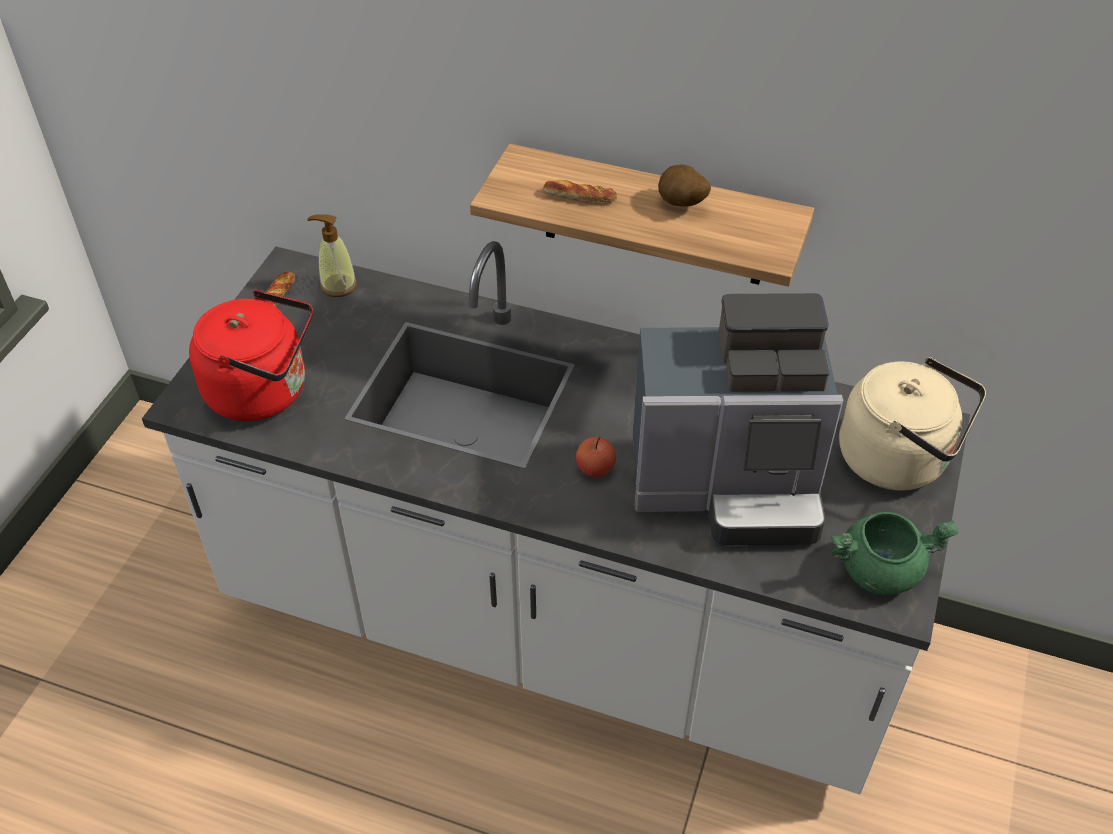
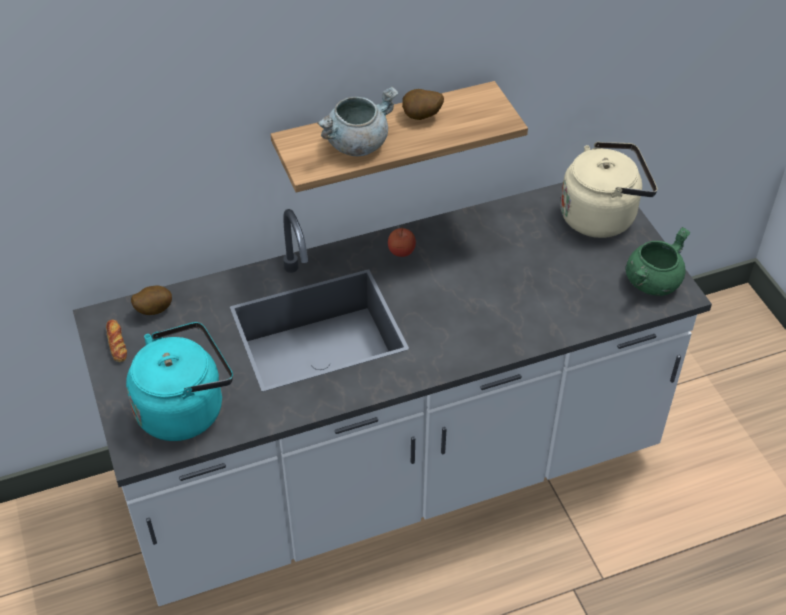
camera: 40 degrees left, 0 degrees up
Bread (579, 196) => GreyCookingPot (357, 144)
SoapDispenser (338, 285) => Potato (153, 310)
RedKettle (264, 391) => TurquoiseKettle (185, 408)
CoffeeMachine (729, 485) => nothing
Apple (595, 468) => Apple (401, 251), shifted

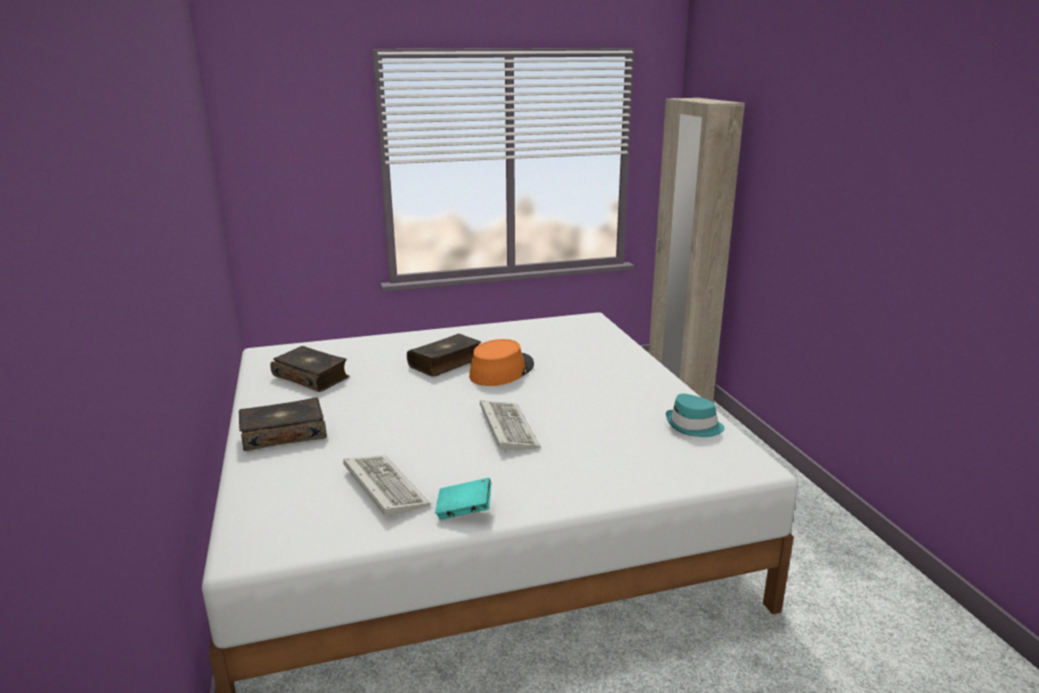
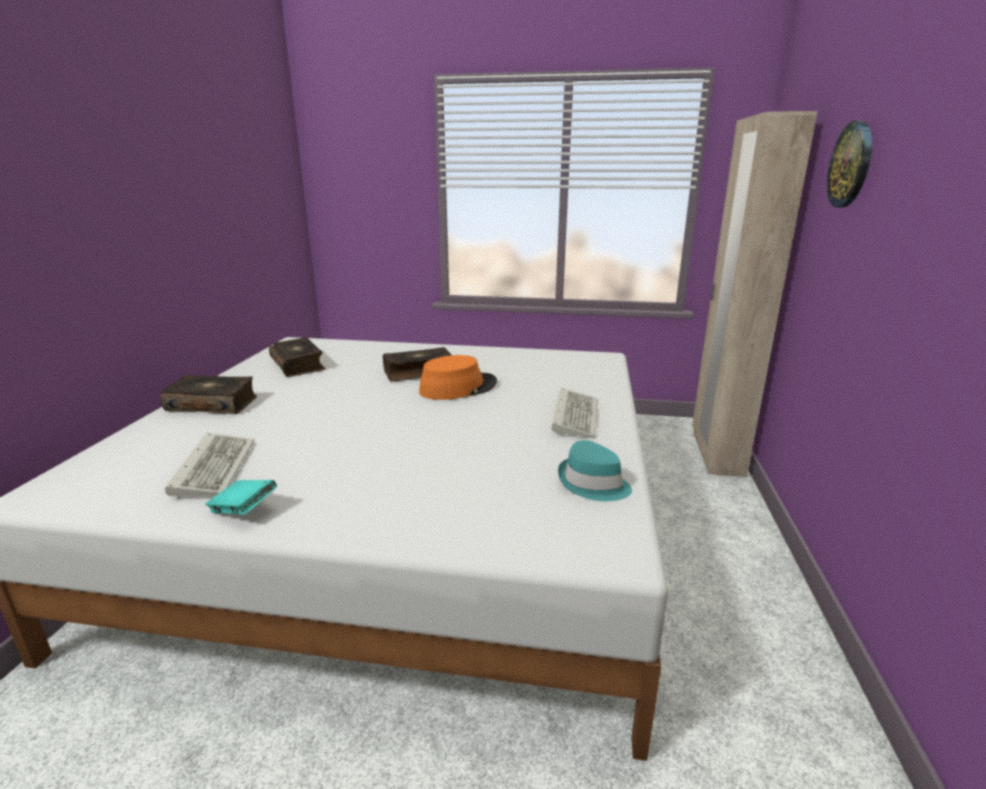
camera: 25 degrees right, 0 degrees up
Keyboard (506, 427) => Keyboard (574, 415), shifted
nothing => WallClock (851, 165)

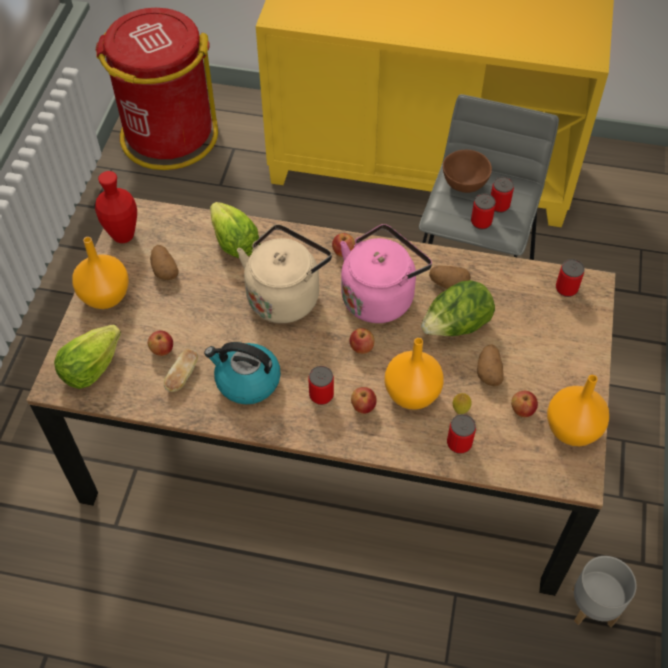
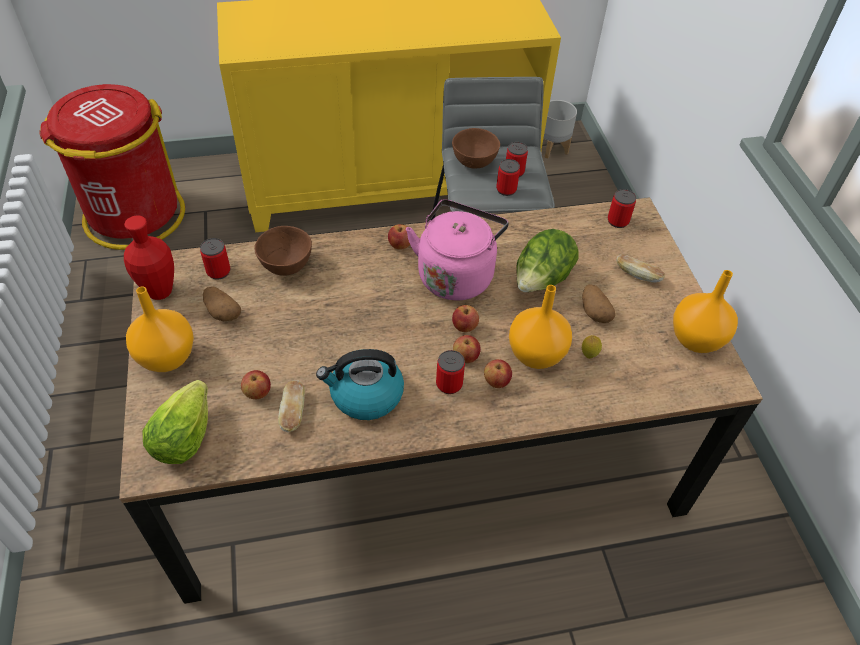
camera: 25 degrees left, 5 degrees down
Lettuce (235, 244) => BrownBowl (286, 267)
BeigeKettle (285, 295) => nothing
Potato (448, 284) => nothing
Apple (522, 410) => Apple (465, 357), shifted
Can (459, 443) => Can (218, 271), shifted
GreyPlanter (594, 606) => GreyPlanter (552, 148), shifted
nothing => Bread (637, 275)

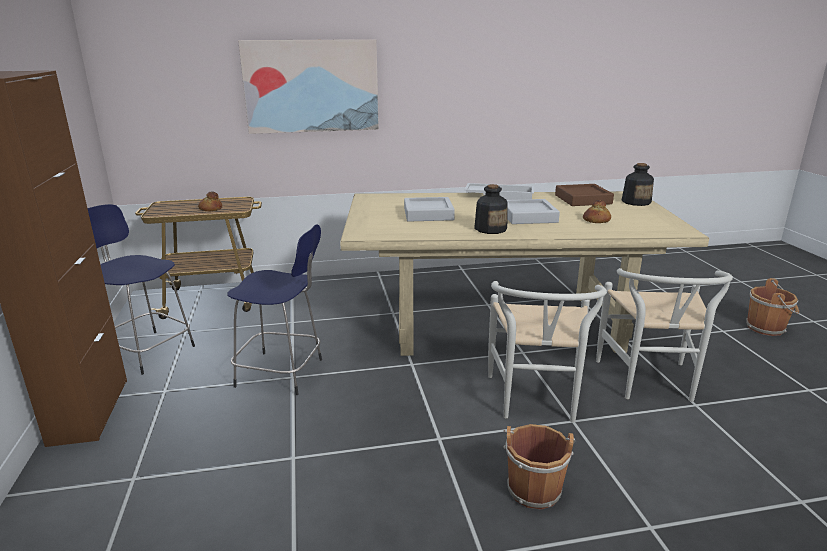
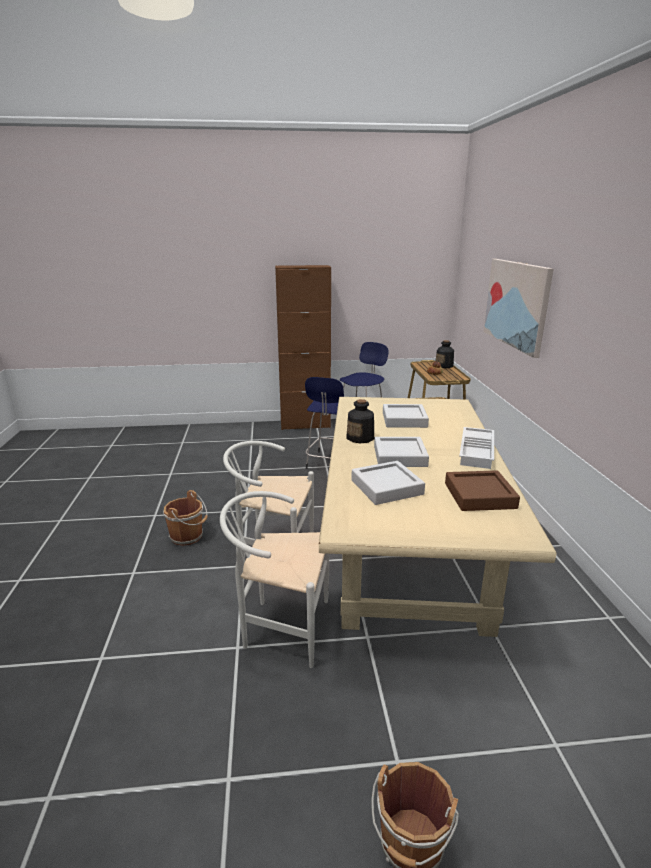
camera: 95 degrees right, 0 degrees up
Bottle (636, 202) => Bottle (444, 366), shifted
Bread (596, 220) => GreyTray (386, 487)

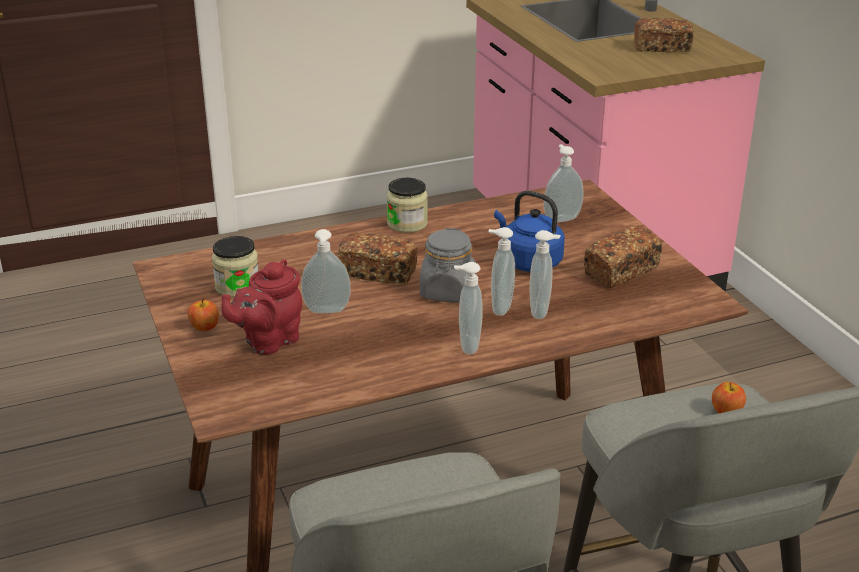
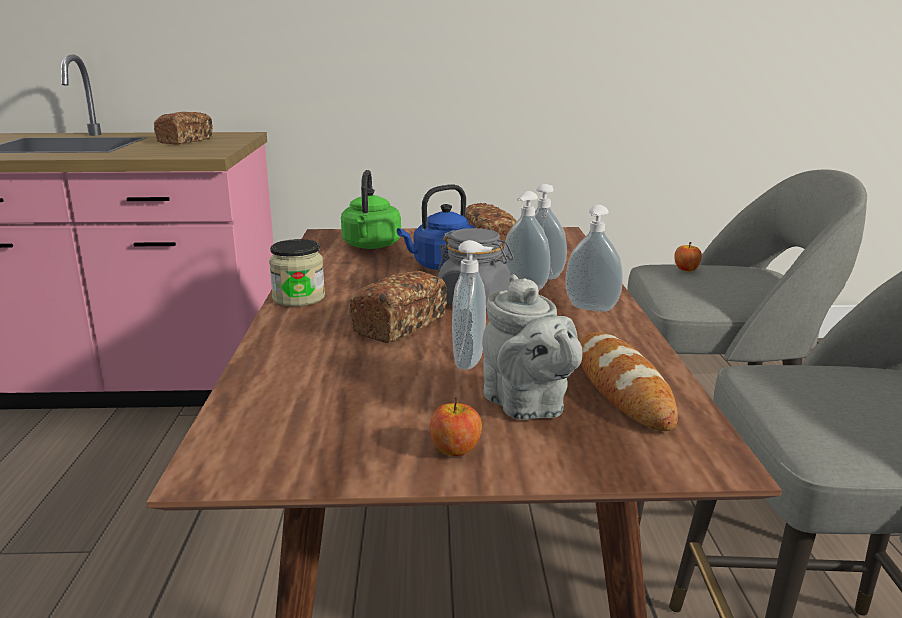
camera: 70 degrees left, 10 degrees down
SoapDispenser (561, 218) => GreenKettle (371, 246)
Jar (237, 286) => nothing
RedTeapot (268, 341) => GreyTeapot (527, 406)
nothing => Bread (622, 387)

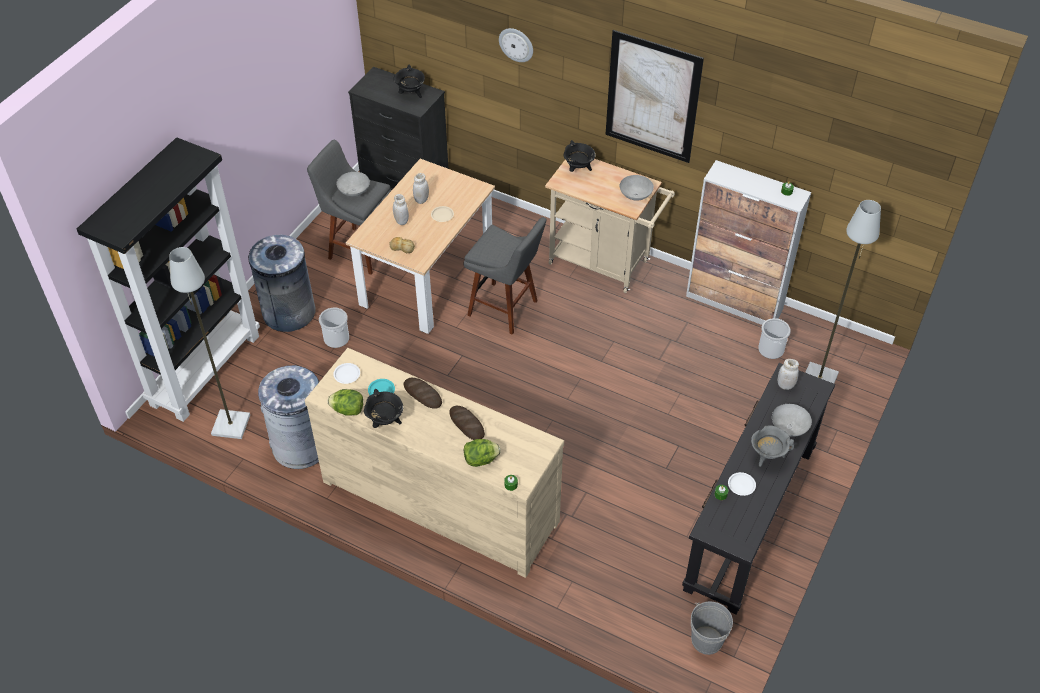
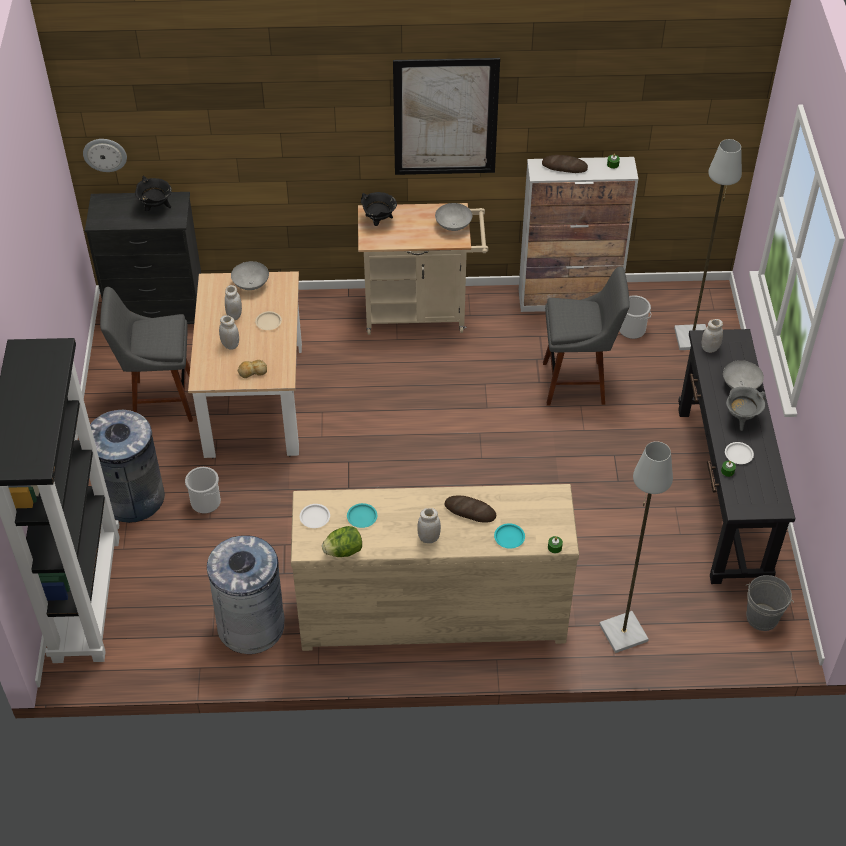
camera: 30 degrees left, 0 degrees up
WallClock (516, 44) => WallClock (105, 154), shifted
GreyBowl (354, 192) => GreyBowl (251, 284), shifted
GreyStool (506, 309) => GreyStool (578, 383), shifted
GreyFloorLamp (230, 425) => GreyFloorLamp (623, 634), shifted
Bread (422, 395) => Bread (564, 167), shifted
BlackCookingPot (385, 422) => nothing
Lettuce (481, 459) => TurquoisePlate (509, 537)
nothing => WhiteJar (429, 538)

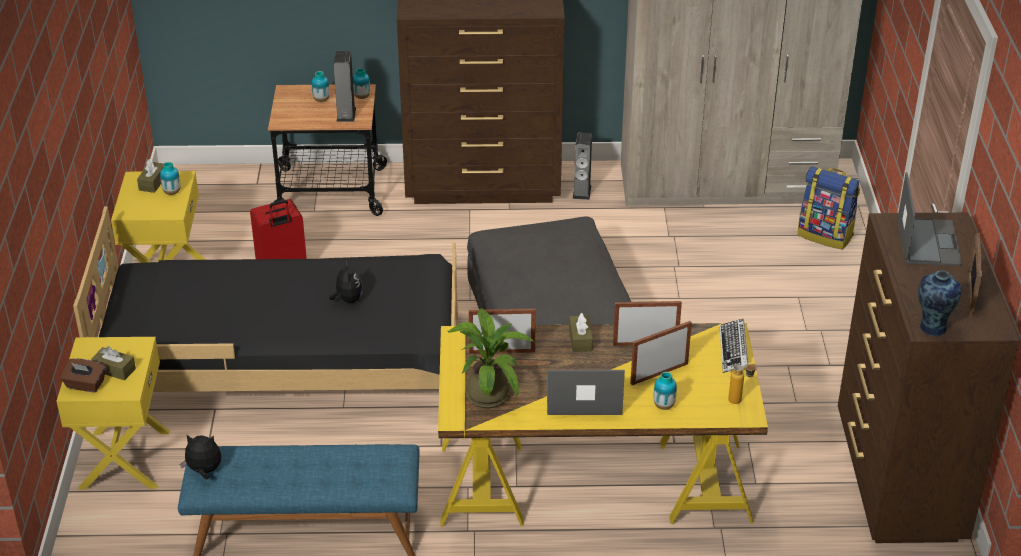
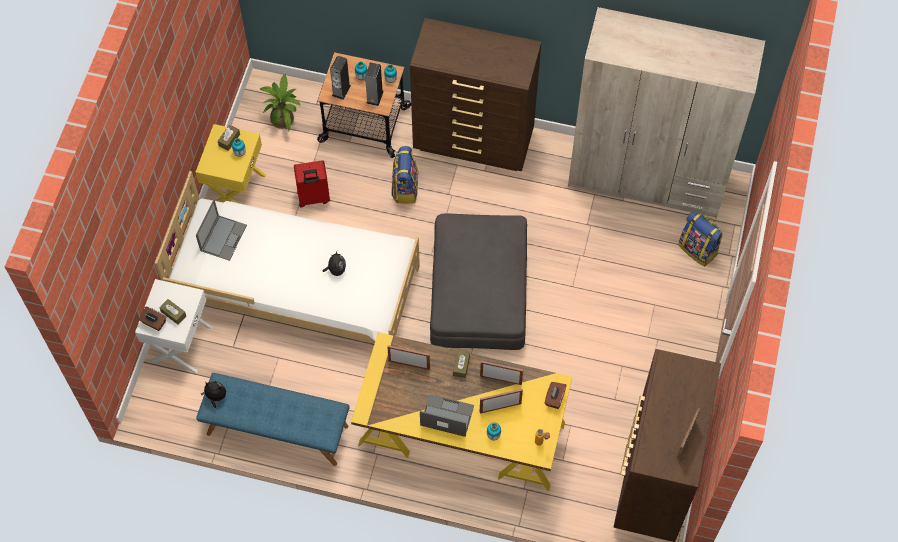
camera: 15 degrees right, 25 degrees up
Speaker (582, 192) => Speaker (341, 90), shifted
Laptop (927, 242) => Laptop (223, 237), shifted
BlackBed (286, 363) => WhiteBed (297, 285)
Vase (931, 328) => nothing
PottedPlant (489, 392) => PottedPlant (284, 117), shifted
Keyboard (733, 349) => BrownTissueBox (554, 398)
YellowNightstand (123, 459) => WhiteNightstand (180, 344)
nothing => Backpack (405, 188)

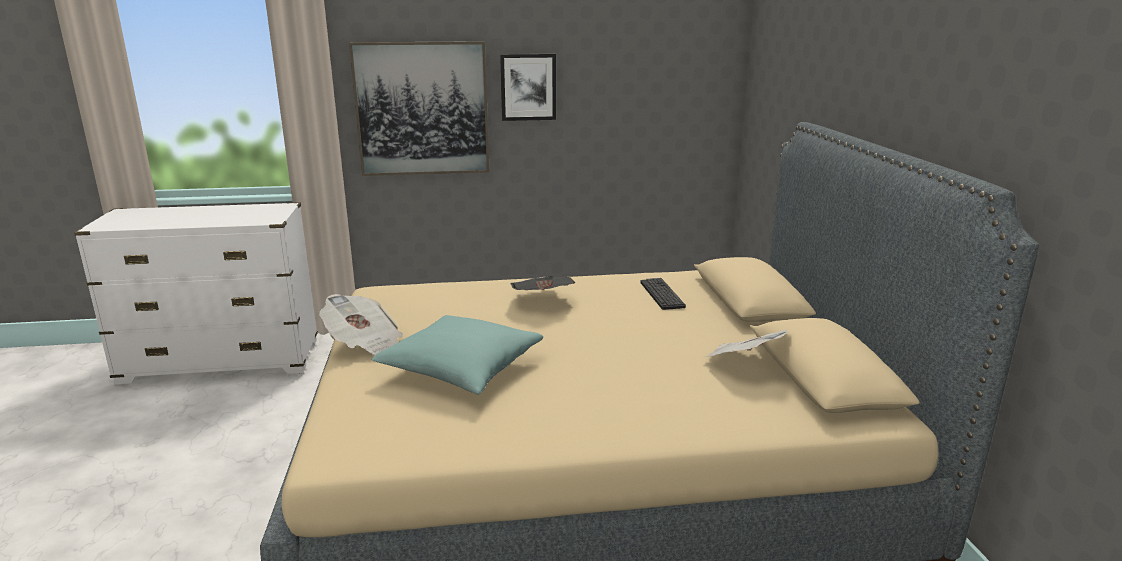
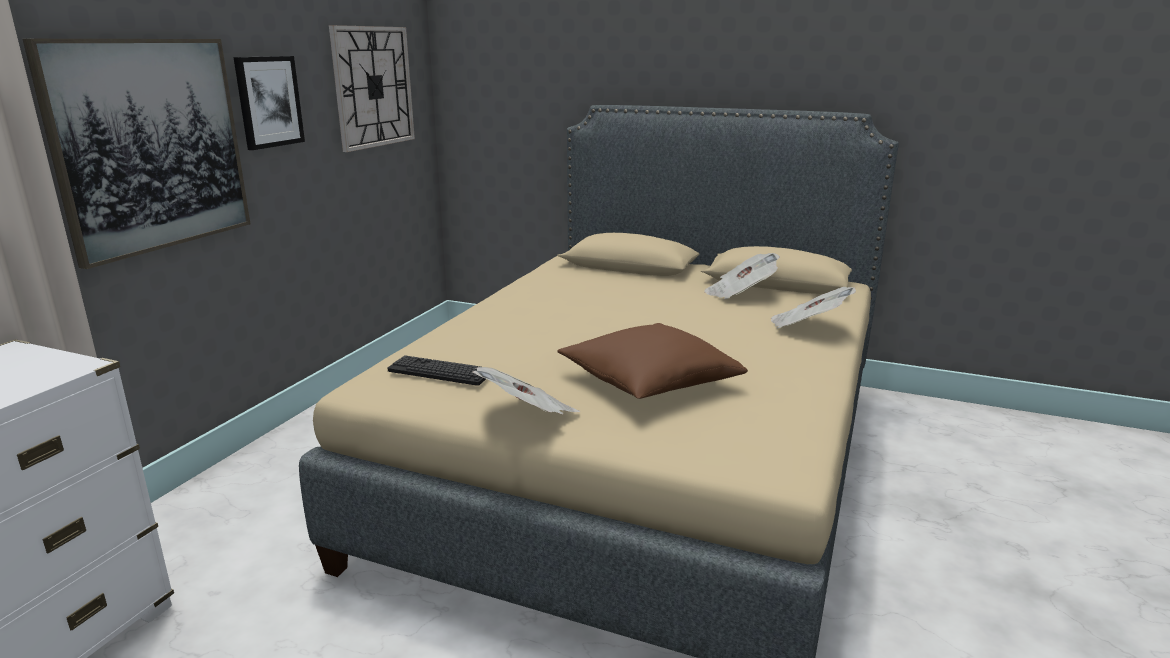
camera: 60 degrees left, 0 degrees up
Newspaper (542, 300) => Newspaper (807, 327), shifted
Keyboard (662, 294) => Keyboard (440, 372), shifted
TurquoisePillow (461, 369) => BrownPillow (649, 382)
nothing => WallClock (373, 87)

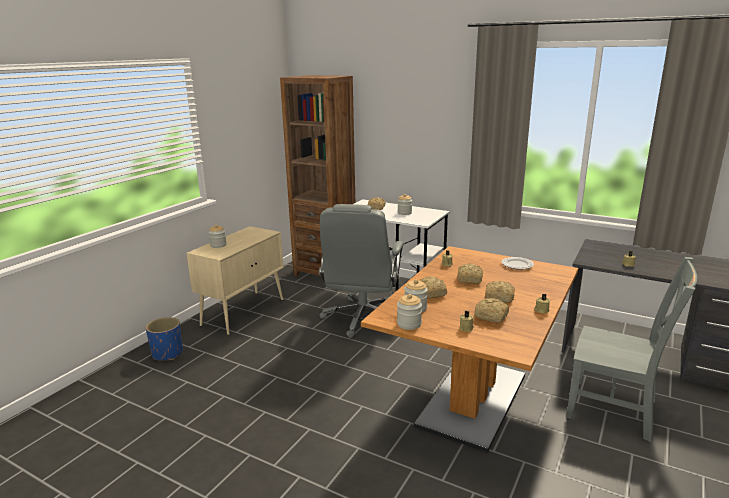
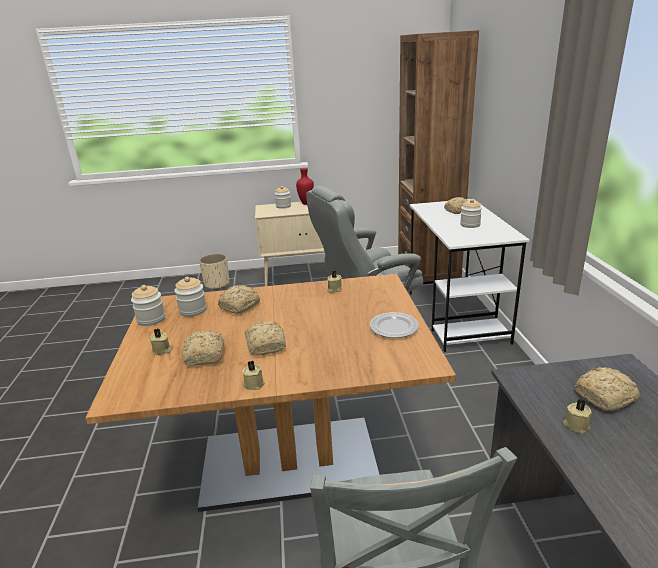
camera: 55 degrees right, 5 degrees up
Bread (470, 279) => Bread (606, 397), shifted
BluePlanter (167, 353) => BeigePlanter (217, 284)
nothing => RedVase (305, 203)

